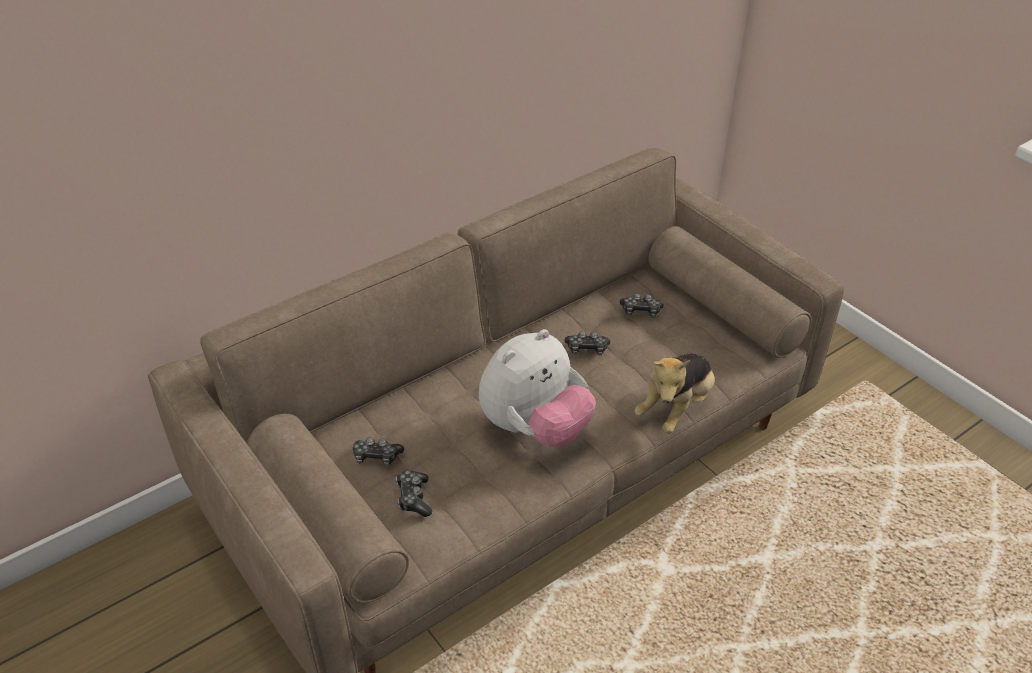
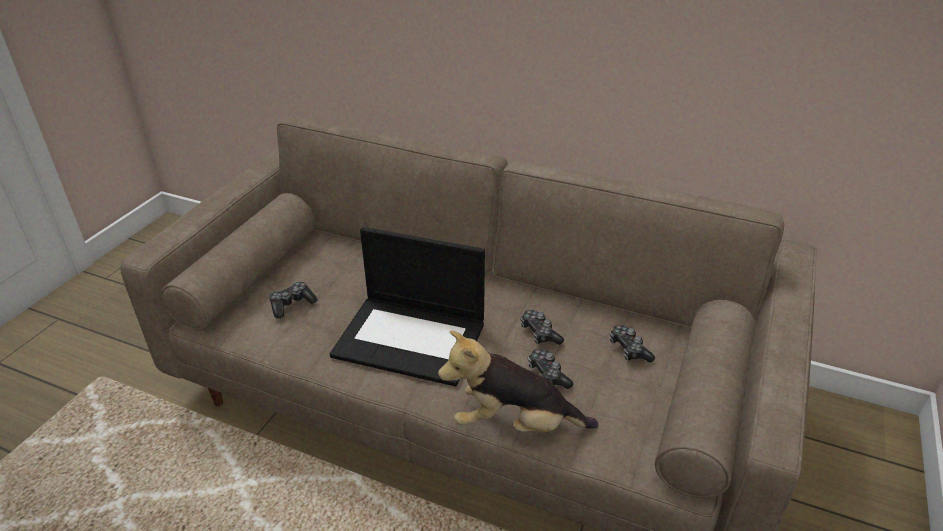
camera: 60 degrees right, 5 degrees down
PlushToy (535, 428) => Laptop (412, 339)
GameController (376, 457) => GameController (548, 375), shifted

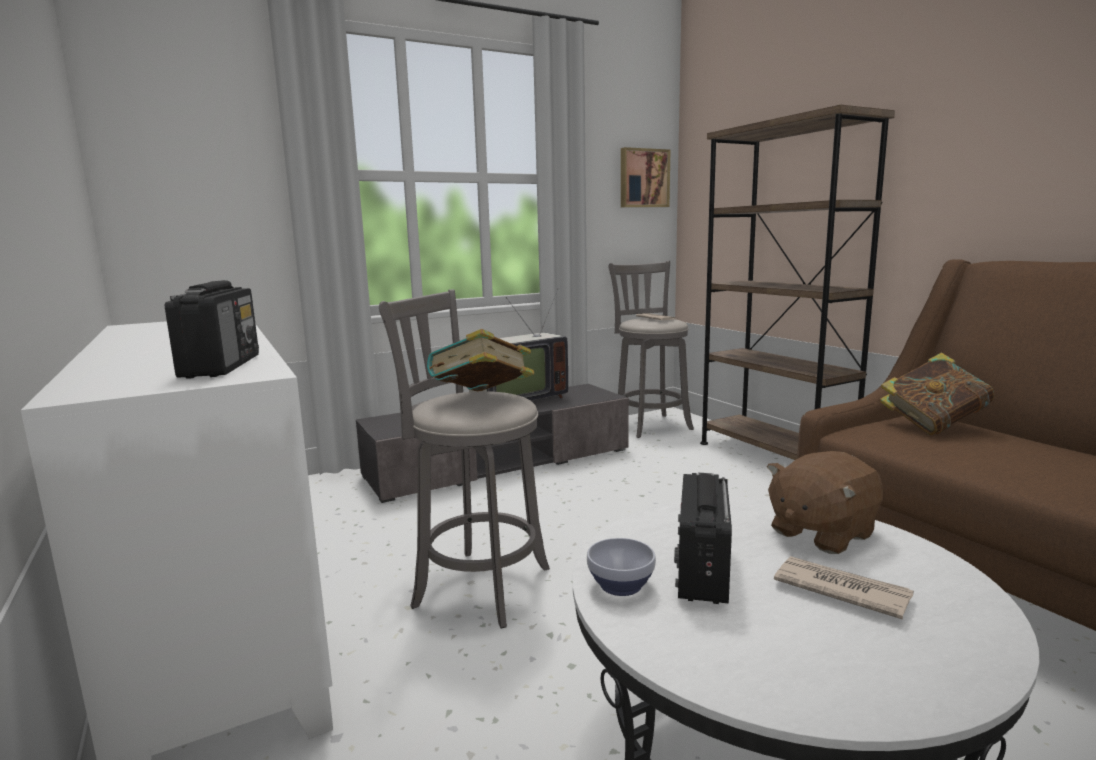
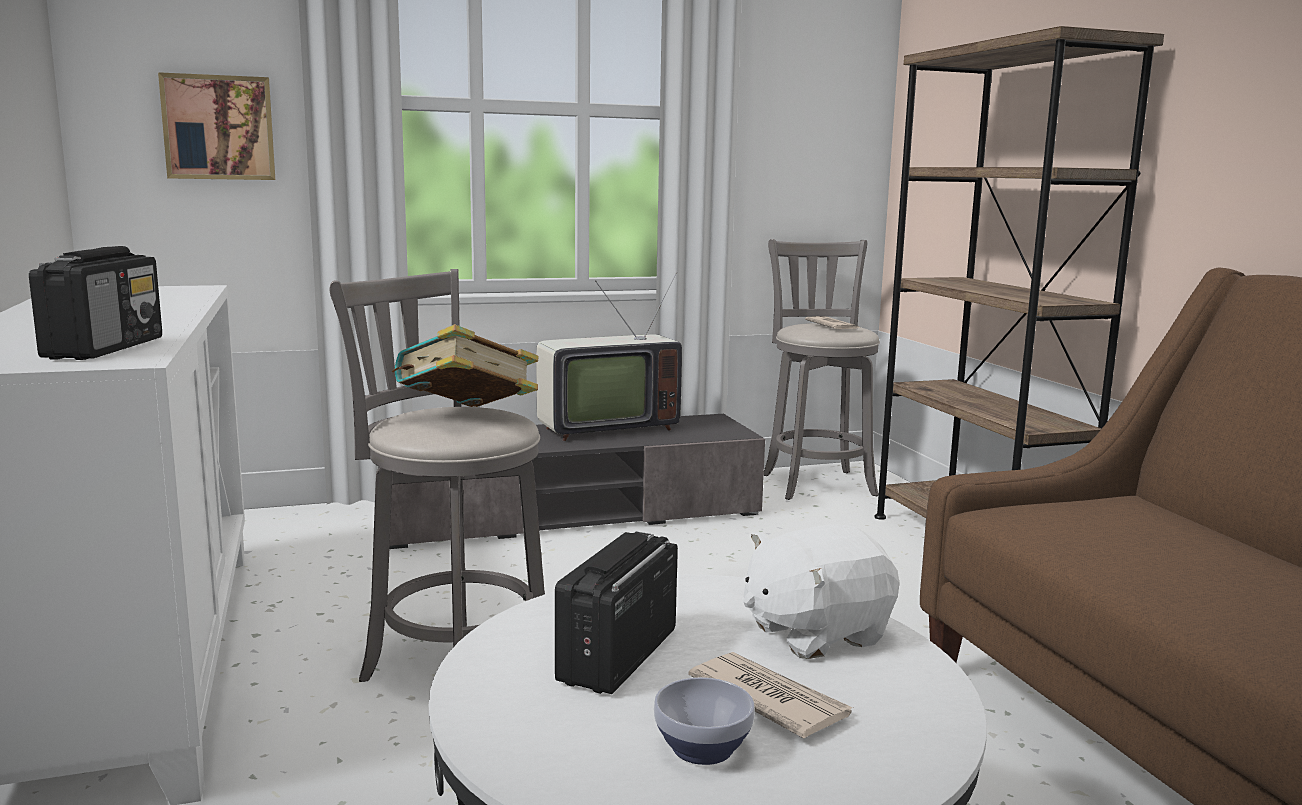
camera: 10 degrees right, 0 degrees up
Picture (643, 178) => Picture (219, 128), shifted
Book (932, 426) => nothing
BrownPlushToy (820, 533) => WhitePlushToy (814, 633)
Bowl (623, 586) => Bowl (705, 750), shifted

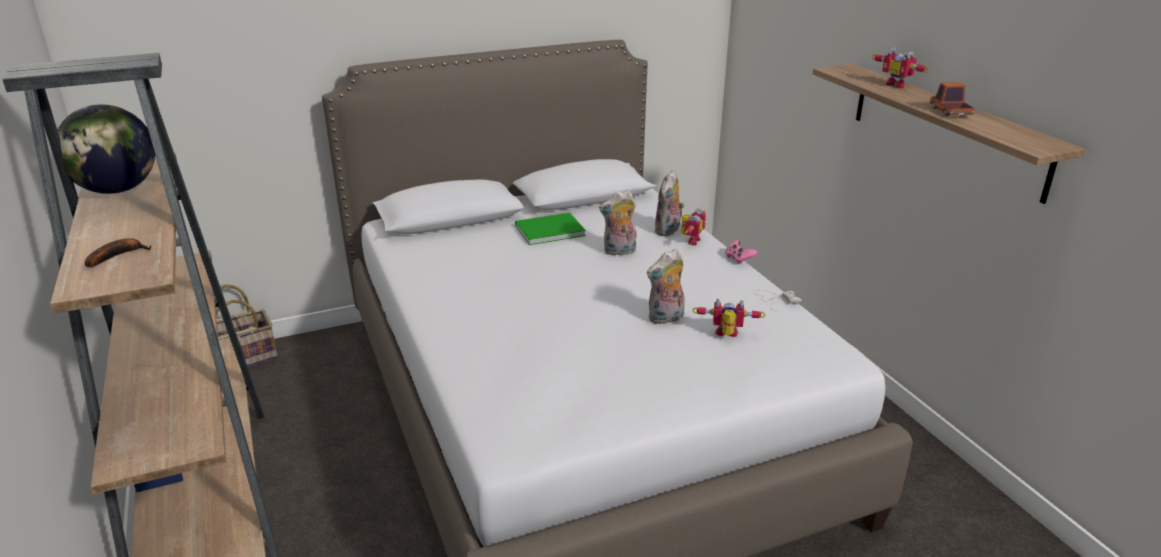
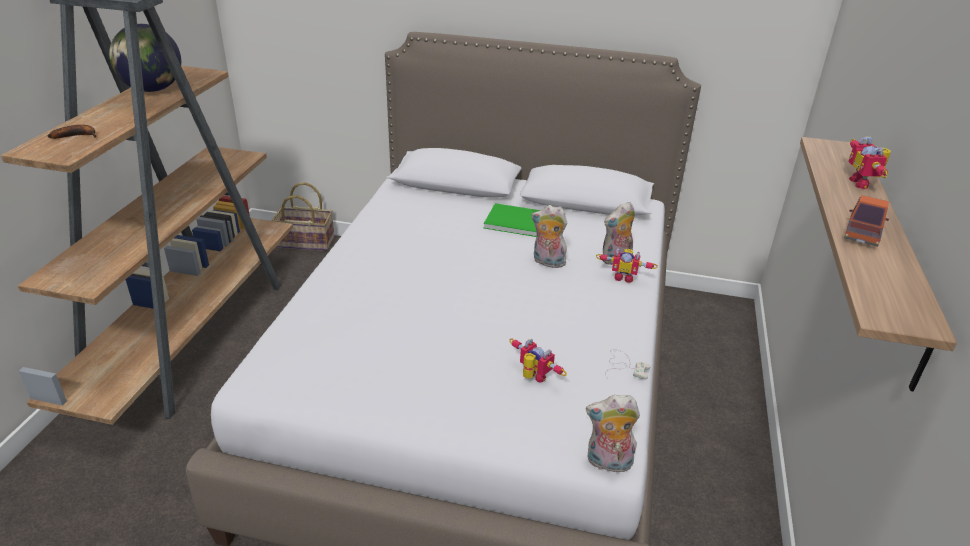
camera: 35 degrees right, 5 degrees up
ToyRobot (690, 240) => ToyRobot (624, 277), 45 degrees clockwise
PinkGameController (738, 259) => nothing
PlushToy (666, 318) => PlushToy (608, 463), shifted

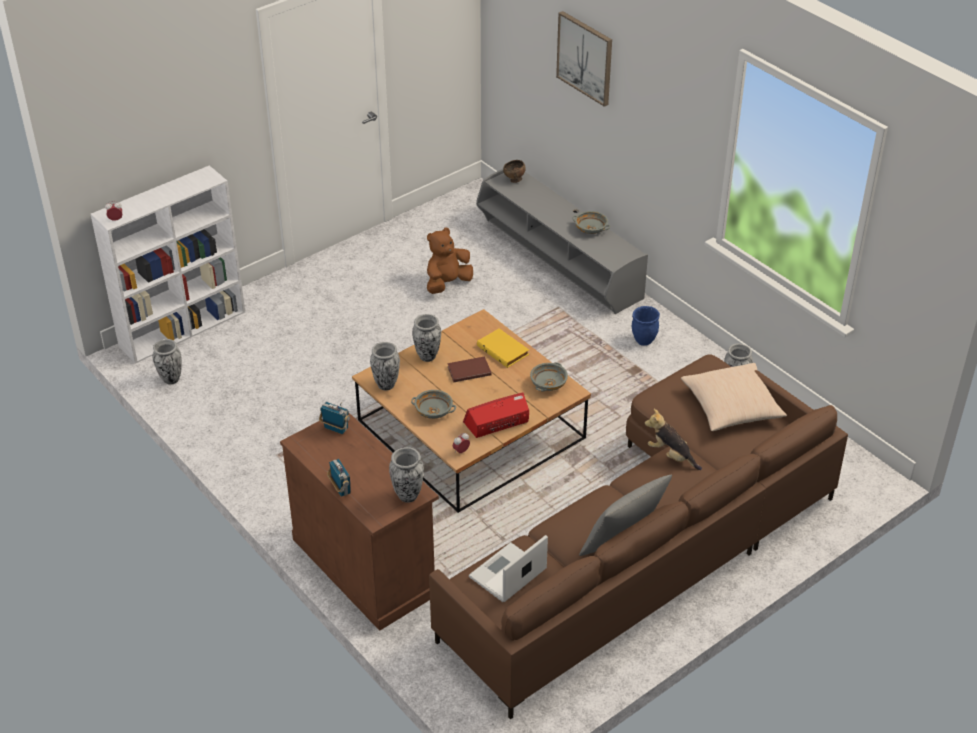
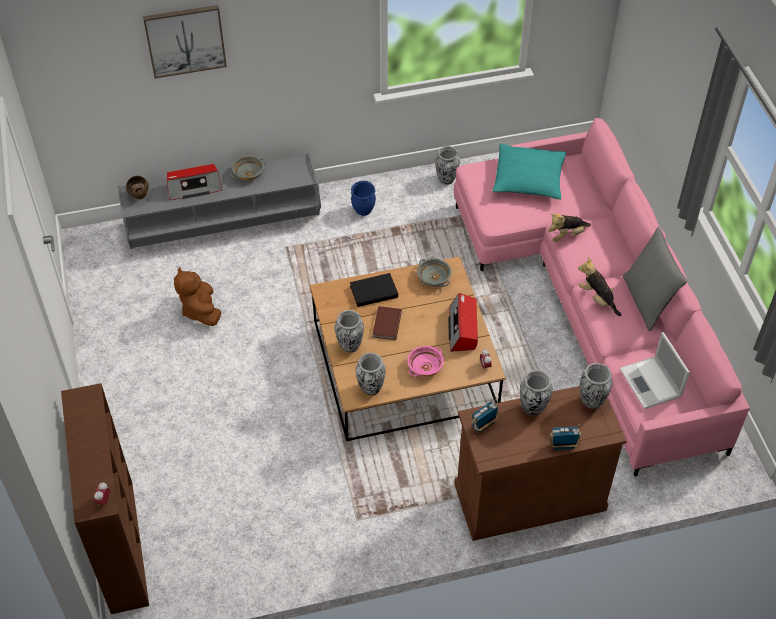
camera: 65 degrees left, 10 degrees up
WhiteBookcase (183, 328) => BrownBookcase (121, 545)
YellowBook (504, 350) => BlackBook (374, 291)
Vase (170, 379) => Vase (533, 408), shifted
BrownSofa (649, 545) => PinkSofa (592, 302)
BeigePillow (731, 406) => TurquoisePillow (528, 179)
GreyBowl (434, 411) => PinkBowl (425, 366)
nothing => Radio (194, 187)
nothing => PlushToy (597, 298)

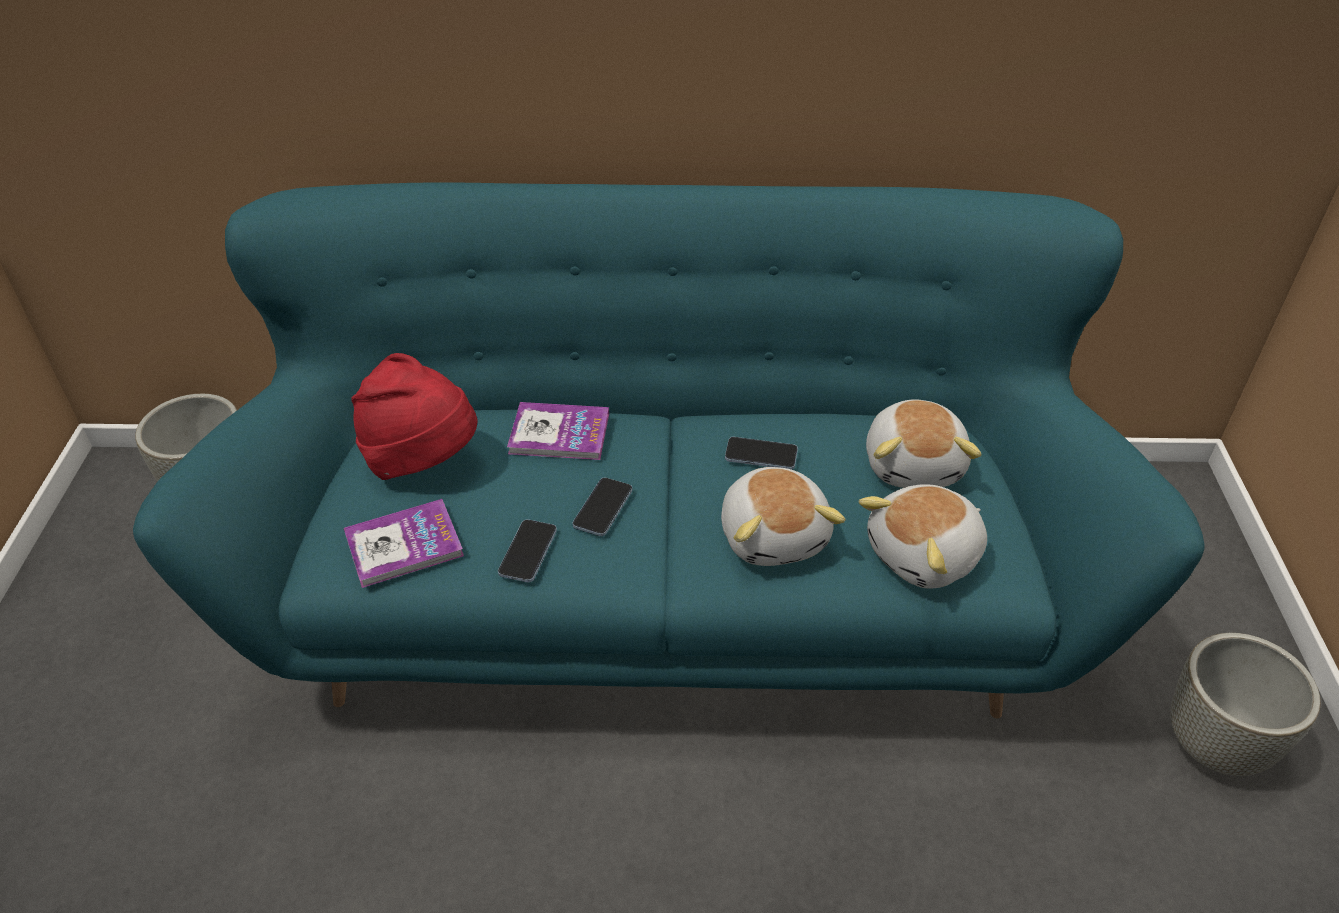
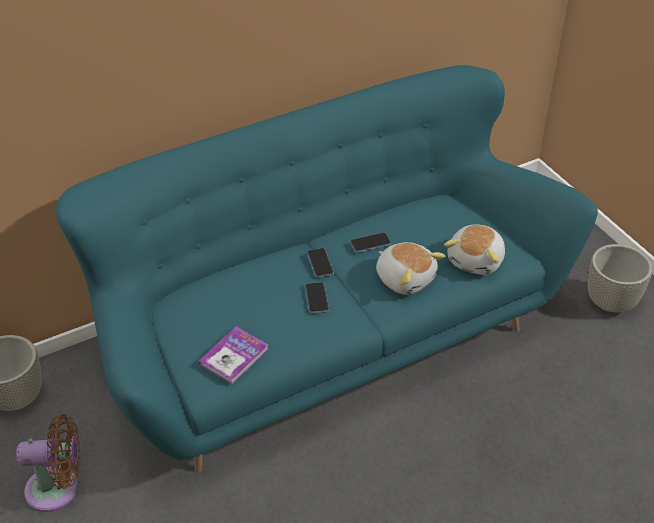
camera: 30 degrees left, 0 degrees up
RedHat (422, 460) => nothing
PlushToy (914, 464) => nothing
Book (559, 433) => nothing
Phone (528, 552) => Phone (320, 263), shifted
nothing => BrownFan (58, 489)

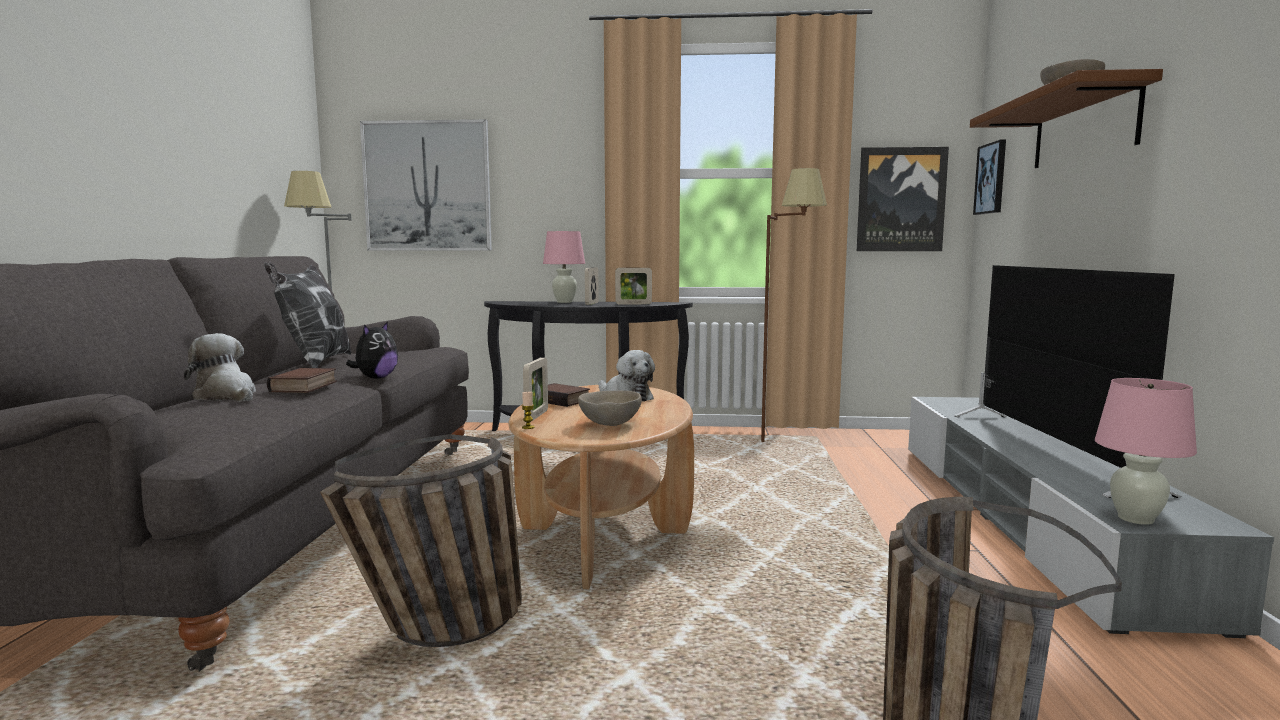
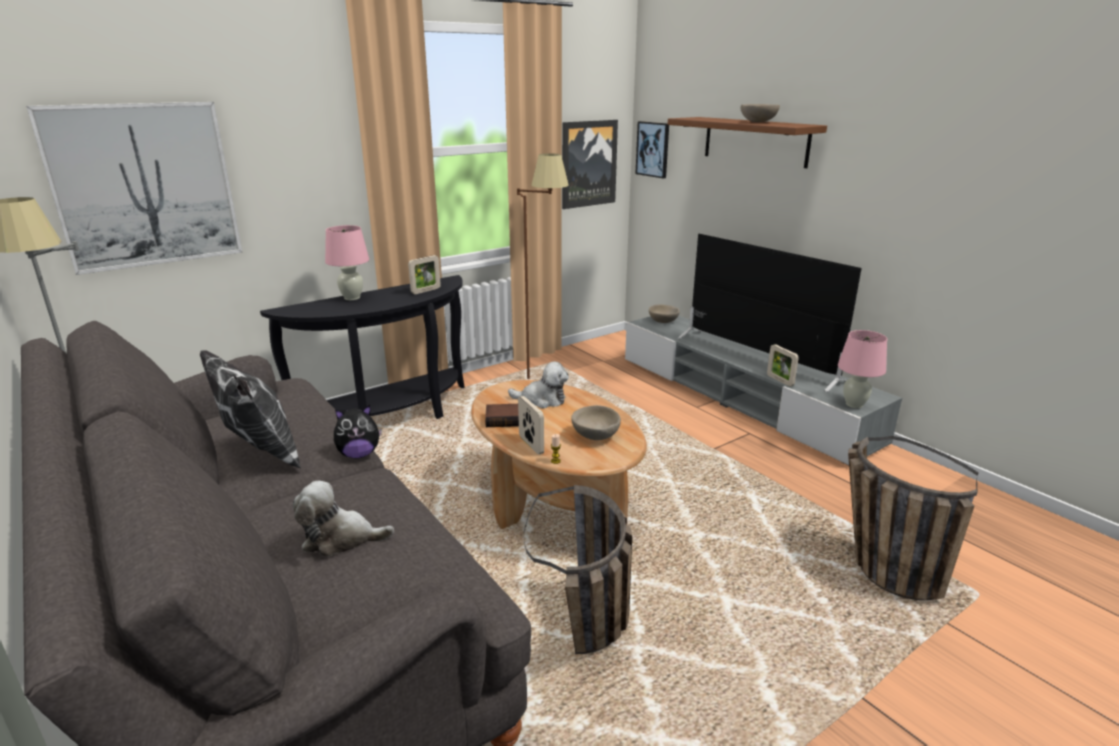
camera: 40 degrees left, 15 degrees up
PictureFrame (592, 303) => PictureFrame (780, 380), shifted
PlushToy (376, 378) => PlushToy (359, 454), 90 degrees clockwise
Book (305, 387) => nothing
nothing => BeigeBowl (663, 322)

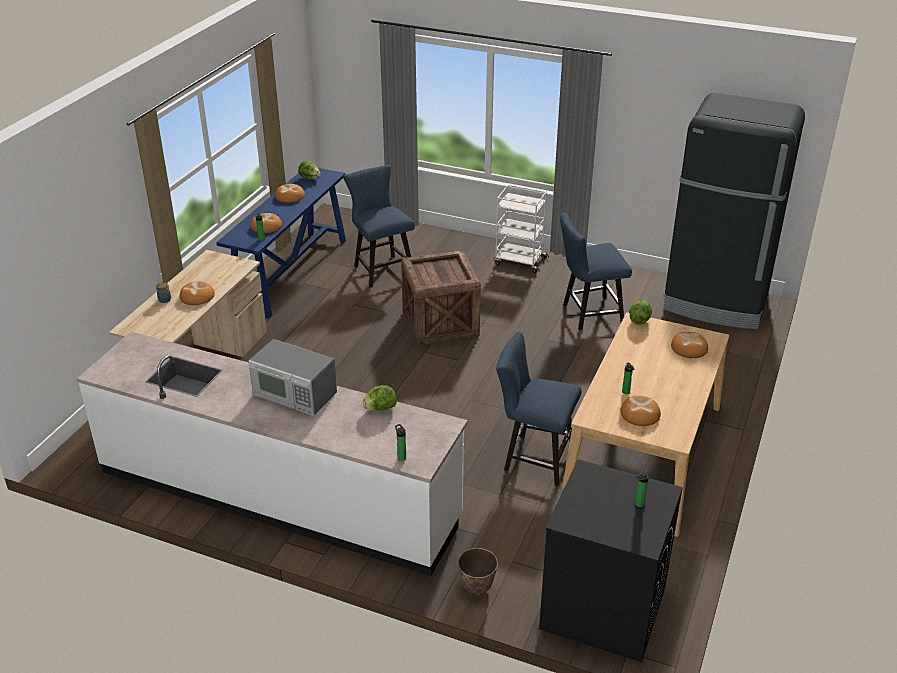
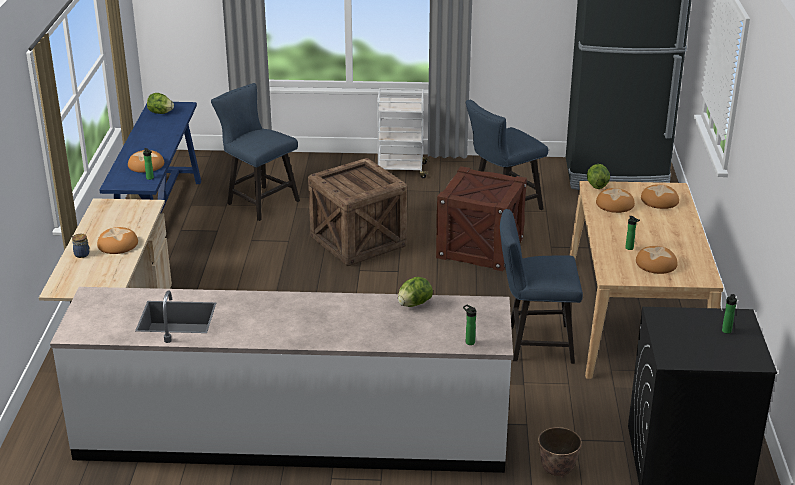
camera: 20 degrees left, 5 degrees down
Bread (289, 196) => Bread (614, 204), shifted
Microwave (294, 394) => nothing
nothing => Crate (480, 248)

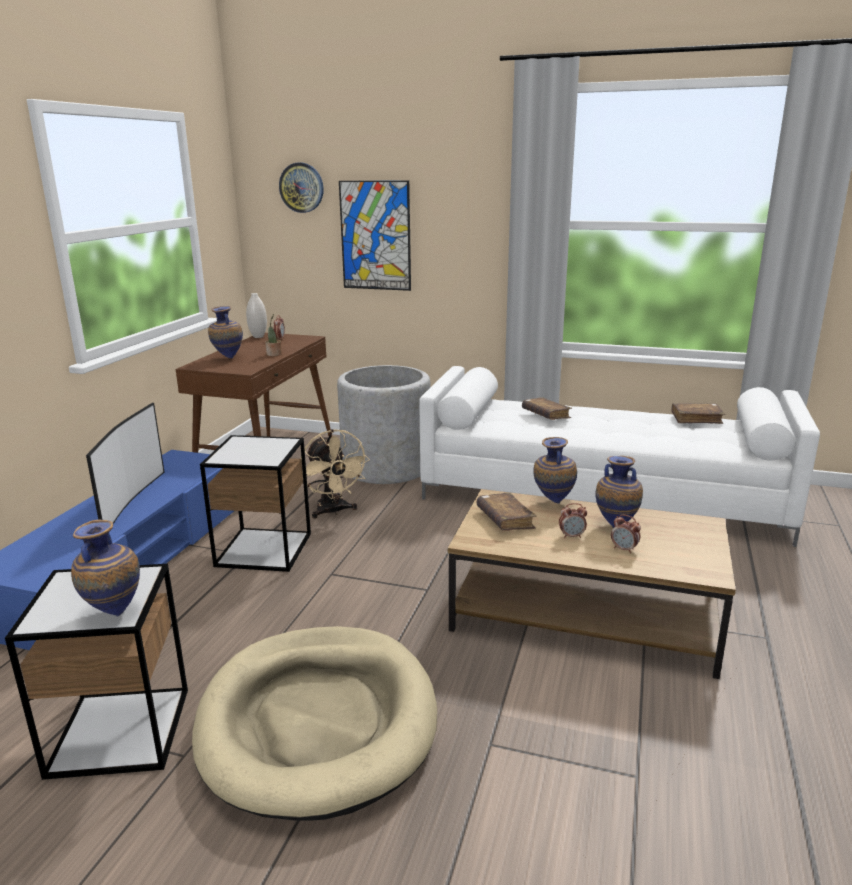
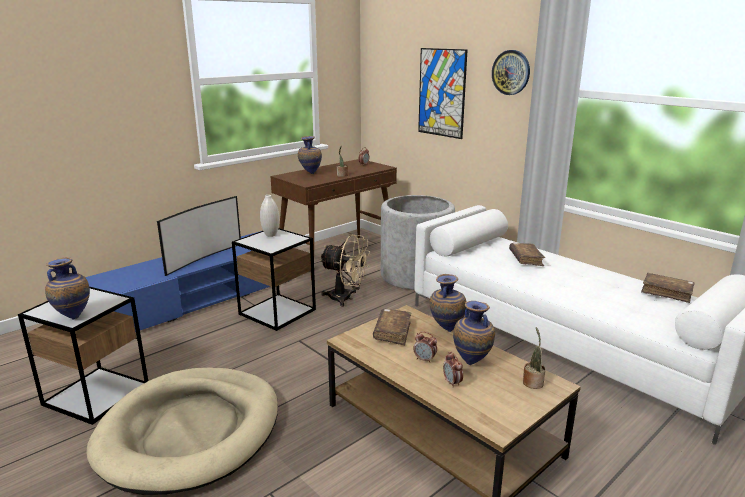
camera: 30 degrees right, 0 degrees up
WallClock (301, 187) => WallClock (511, 72), shifted
WhiteVase (258, 336) => WhiteVase (270, 235), shifted
BeigeFan (333, 511) => BeigeFan (346, 298), 75 degrees counterclockwise
nothing => PottedPlant (532, 382)

